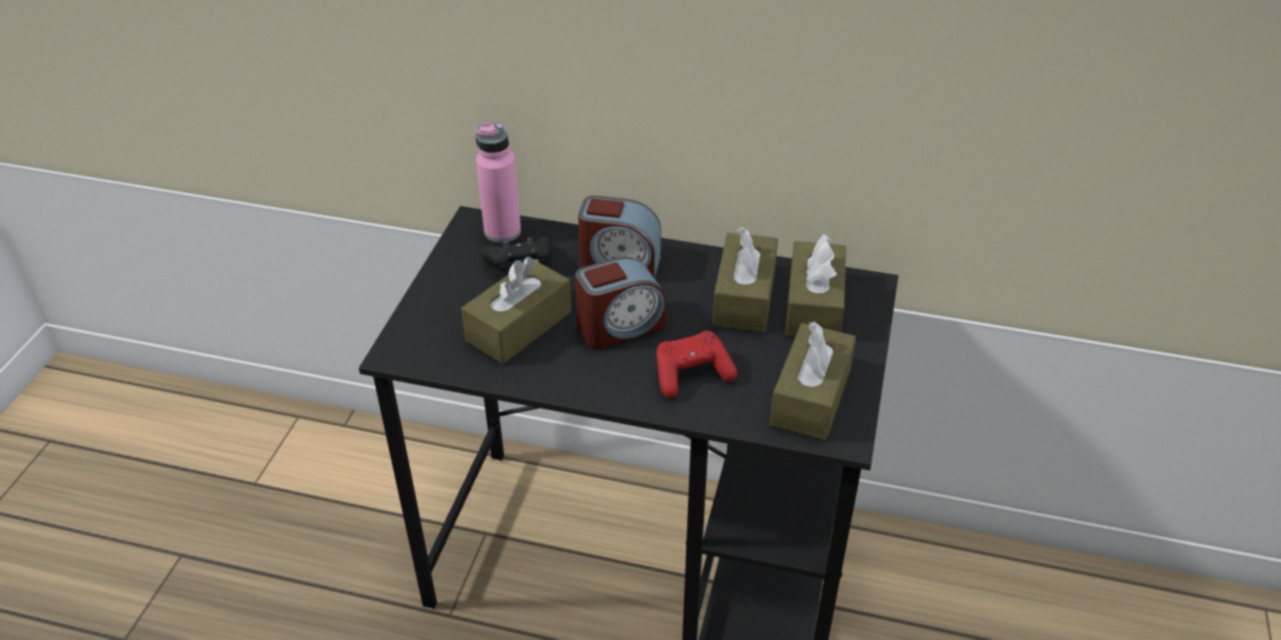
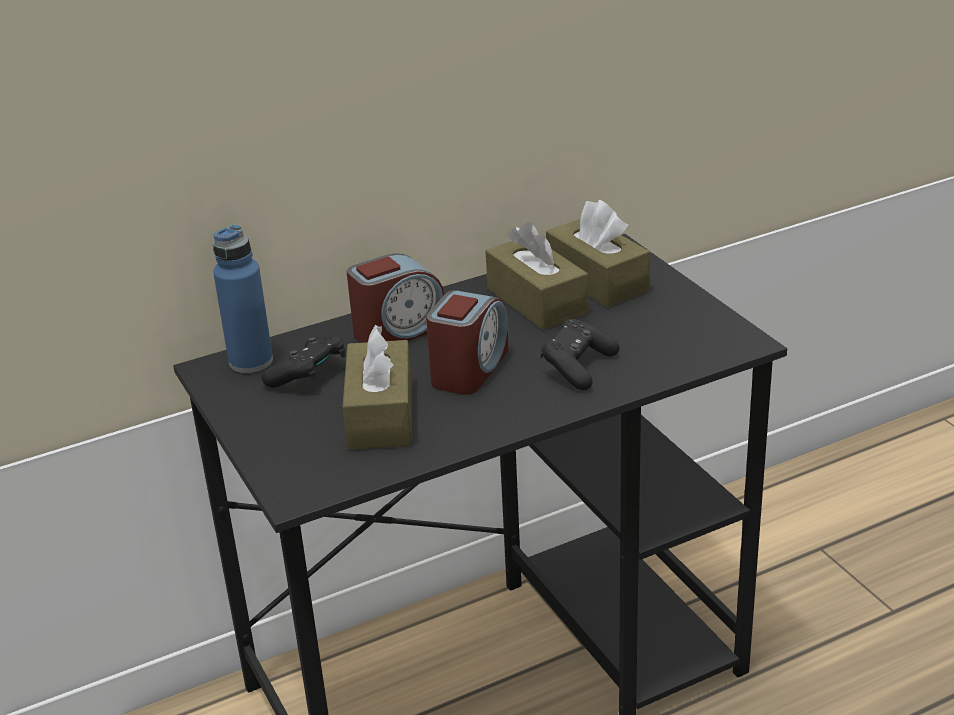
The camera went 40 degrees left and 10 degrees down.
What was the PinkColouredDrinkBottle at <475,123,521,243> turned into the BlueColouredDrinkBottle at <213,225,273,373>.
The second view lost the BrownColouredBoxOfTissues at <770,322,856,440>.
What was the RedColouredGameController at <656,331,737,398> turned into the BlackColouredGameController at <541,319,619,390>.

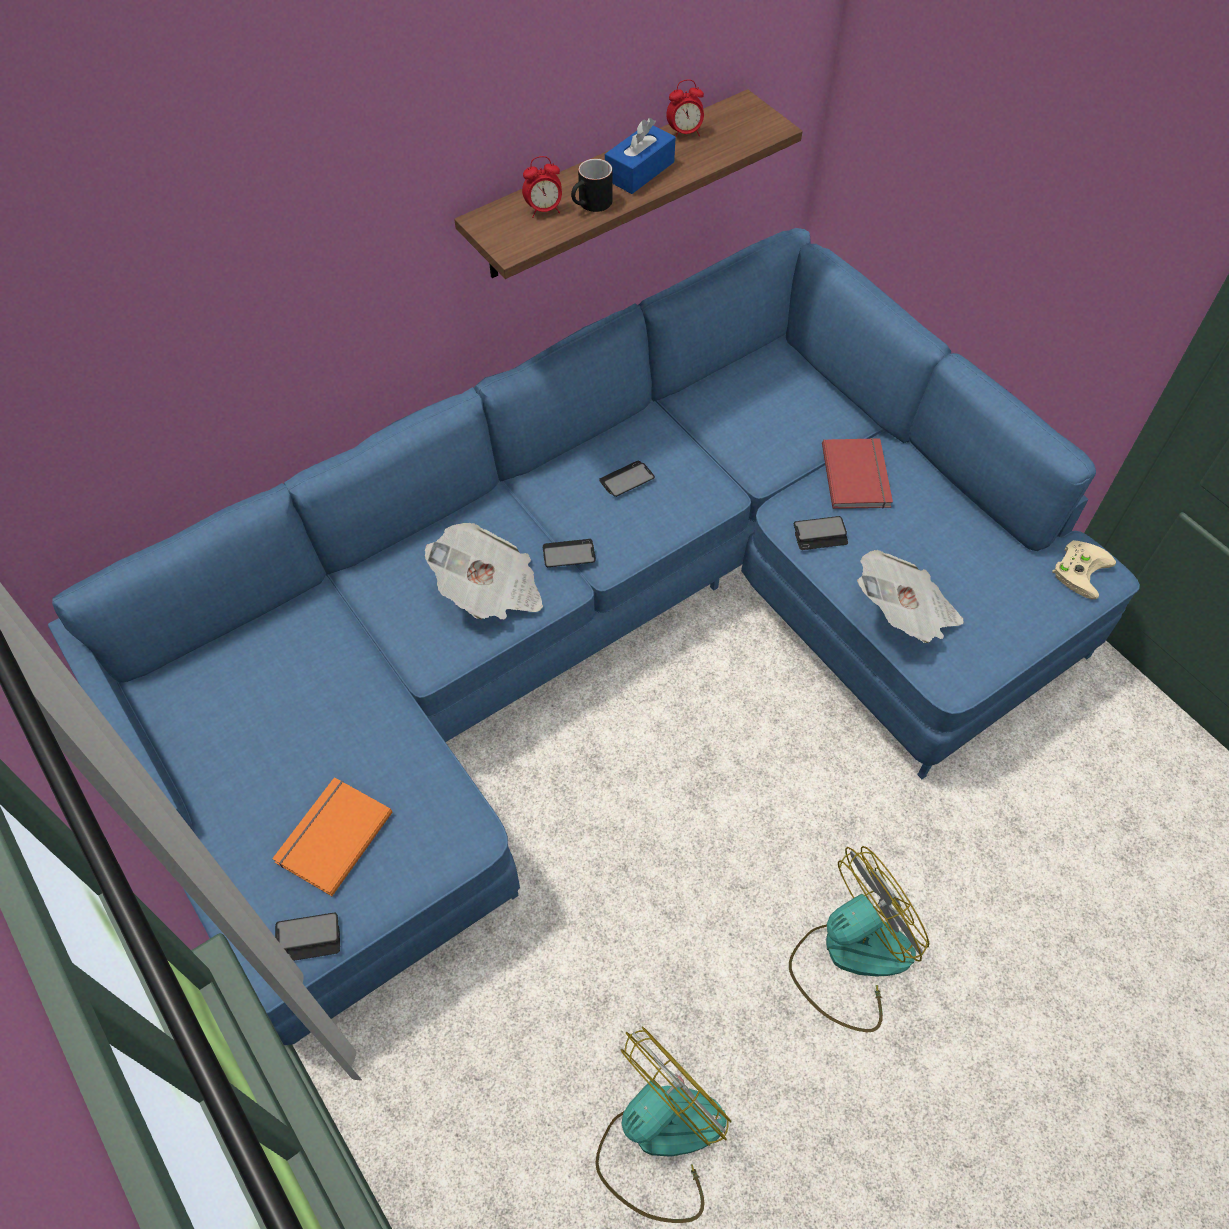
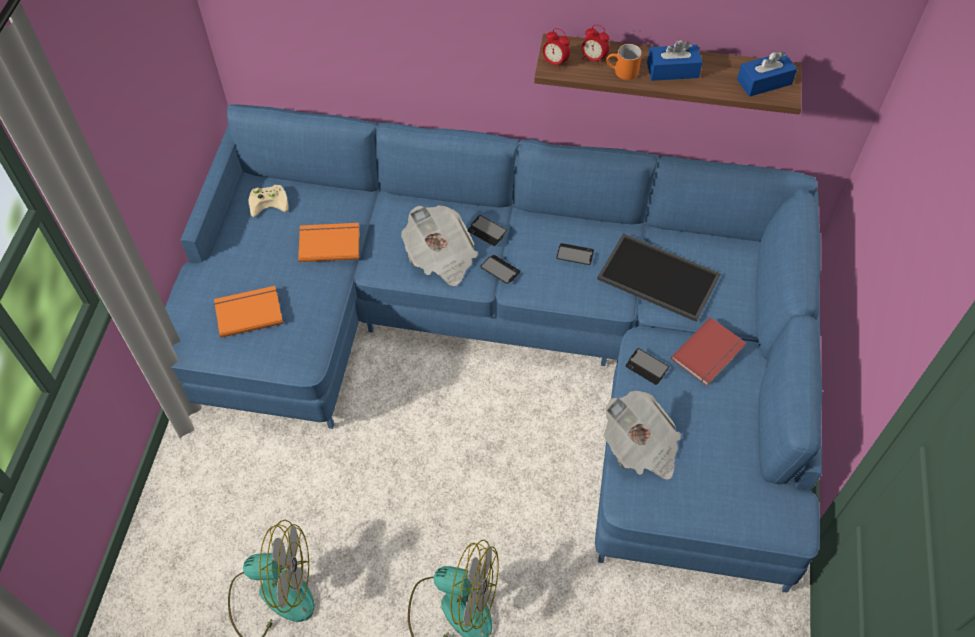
The camera went 45 degrees right and 0 degrees up.
The TableClock ended up elsewhere, having gone from <666,80,704,139> to <543,28,570,68>.
What was the BlackColouredMug at <571,159,612,212> turned into the OrangeyMug at <606,44,642,80>.
The BeigeColouredGameController ended up elsewhere, having gone from <1052,540,1116,599> to <249,185,289,217>.
The Telephone ended up elsewhere, having gone from <275,912,340,961> to <468,215,507,246>.
The second view gained the BlueColouredBoxOfTissues at <737,51,797,97>.
The second view gained the OrangeyBoundBook at <298,223,360,262>.
The second view gained the CarryingTray at <597,233,721,322>.

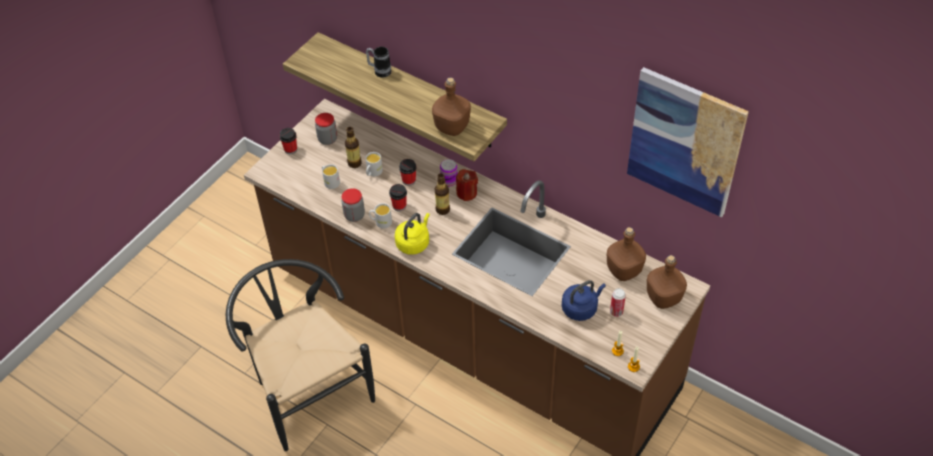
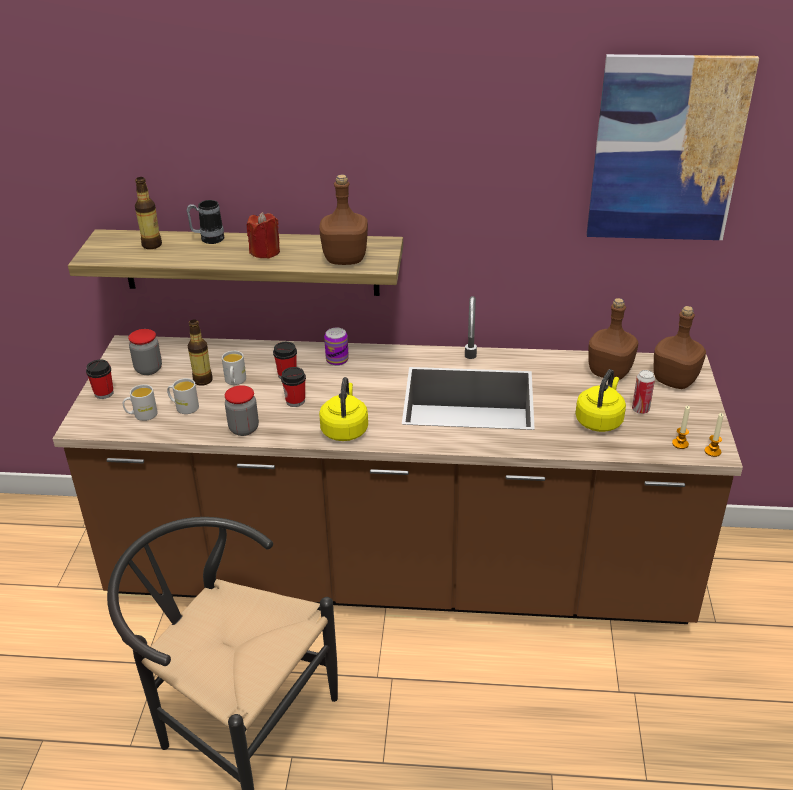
The camera went 30 degrees left and 15 degrees down.
The RedColouredWaxCandle ended up elsewhere, having gone from <456,169,478,201> to <247,212,280,259>.
The DrinkBottle ended up elsewhere, having gone from <435,173,450,215> to <135,177,162,249>.
The WhiteColouredMug ended up elsewhere, having gone from <369,203,392,229> to <123,384,158,421>.
What was the BlueColouredTeaKettle at <562,280,606,321> turned into the YellowTeaKettle at <575,369,626,432>.

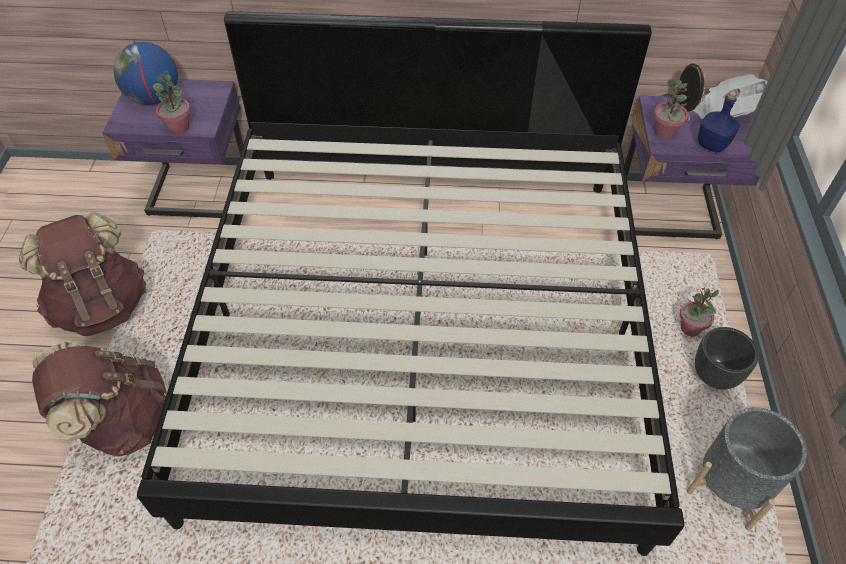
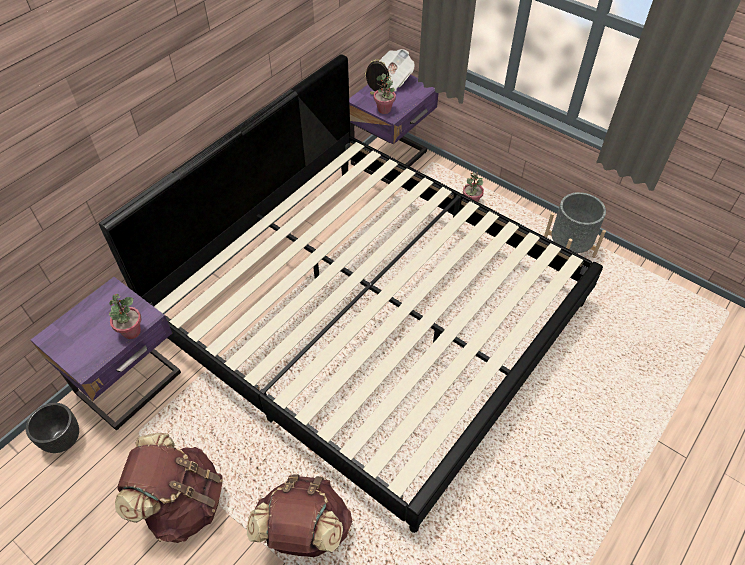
The camera went 55 degrees left and 0 degrees up.
The second view lost the WorldGlobe at <113,42,178,105>.
The second view lost the BlueColouredDrinkBottle at <698,92,740,152>.
The BlackColouredPlanter ended up elsewhere, having gone from <695,327,759,390> to <26,403,79,453>.

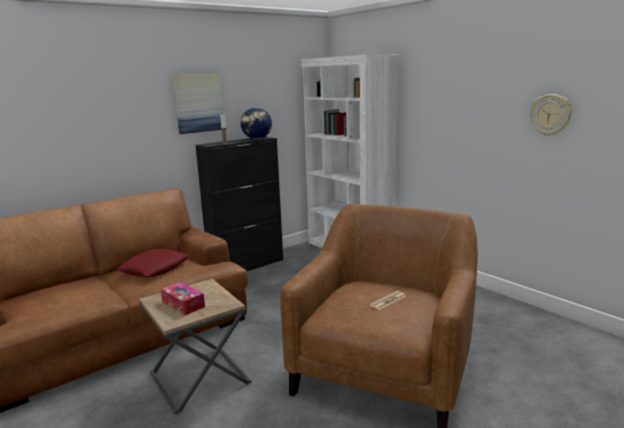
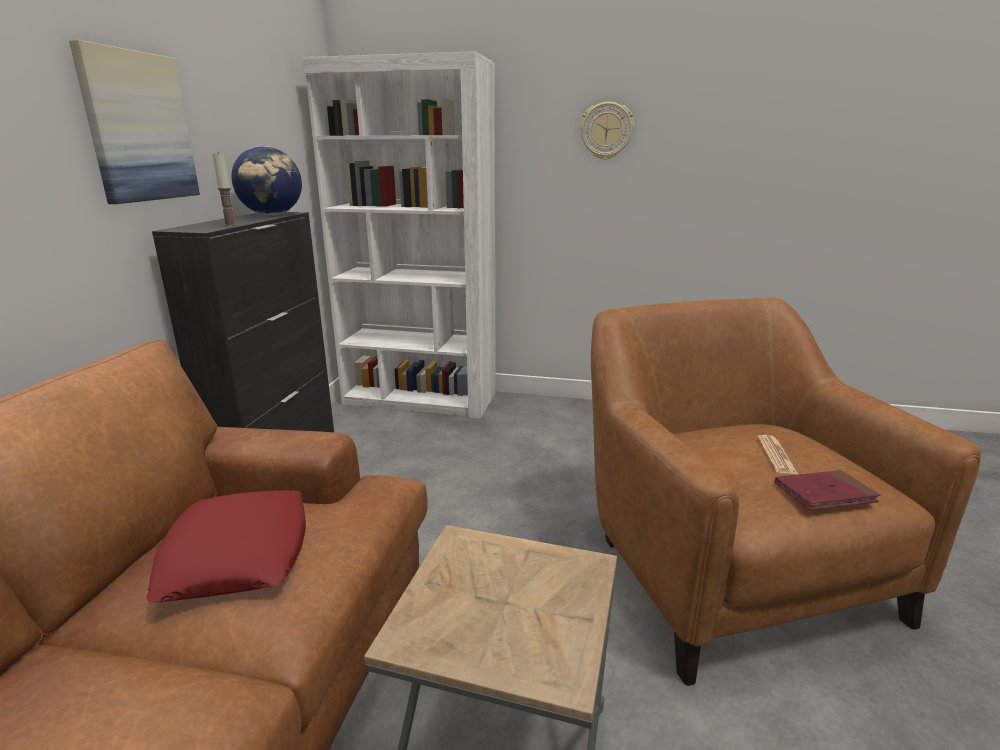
The camera went 40 degrees left and 5 degrees up.
The HangingClock ended up elsewhere, having gone from <530,94,572,136> to <580,102,634,160>.
The second view lost the BoxOfTissues at <161,282,205,315>.
The second view gained the RedColouredBoundBook at <775,470,881,510>.

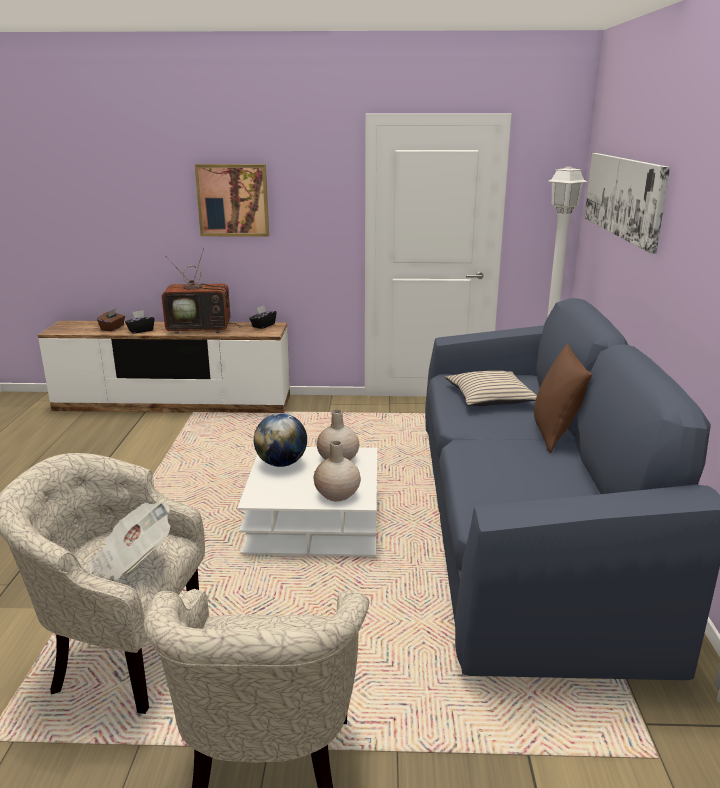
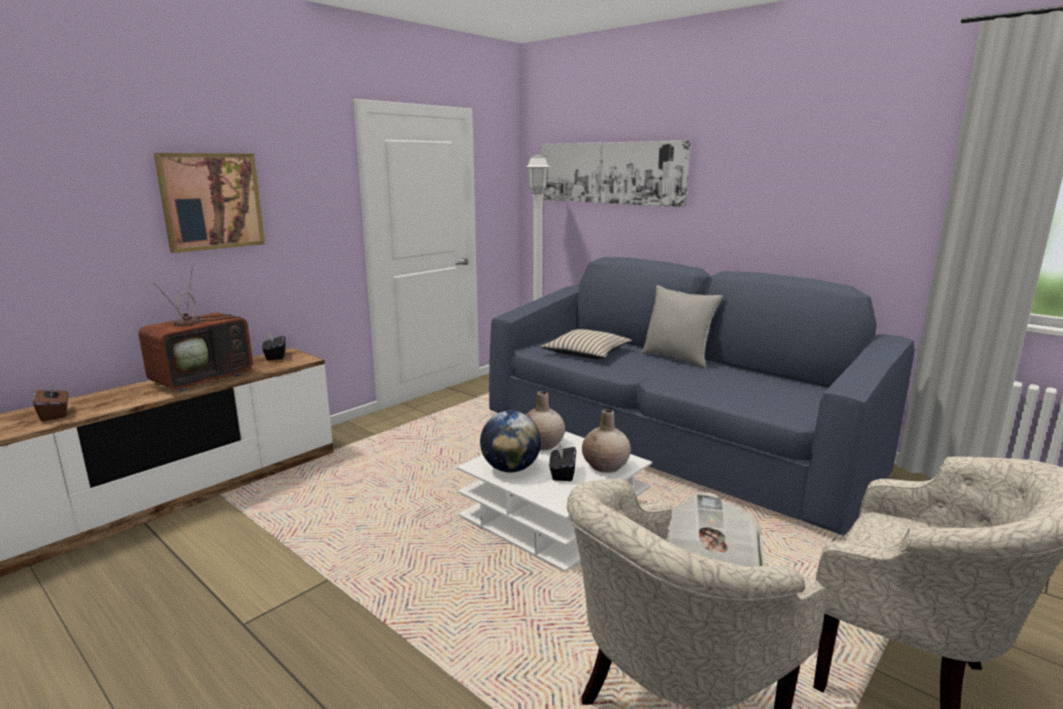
The camera went 50 degrees left and 5 degrees down.
The BlackColouredBoxOfTissues ended up elsewhere, having gone from <125,310,155,334> to <549,443,576,481>.
What was the BrownColouredCushion at <534,343,592,453> turned into the GreyishCushion at <642,285,723,368>.

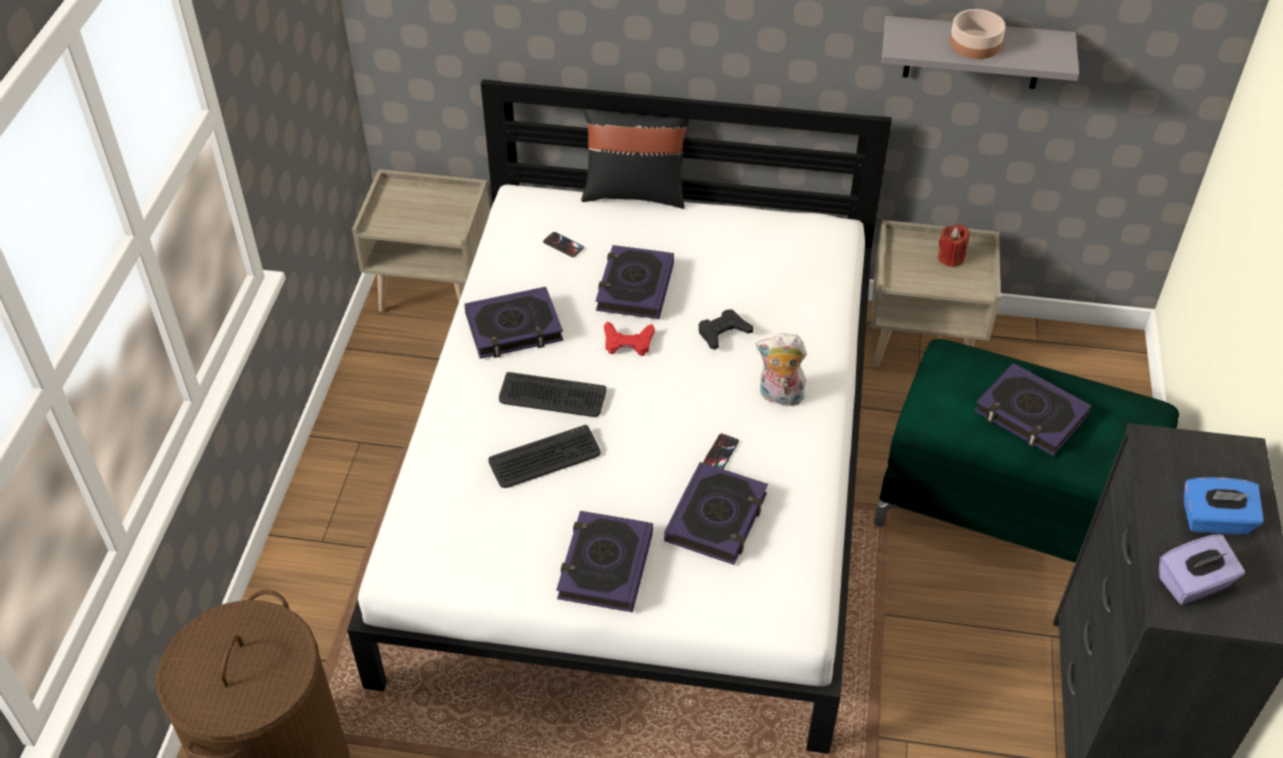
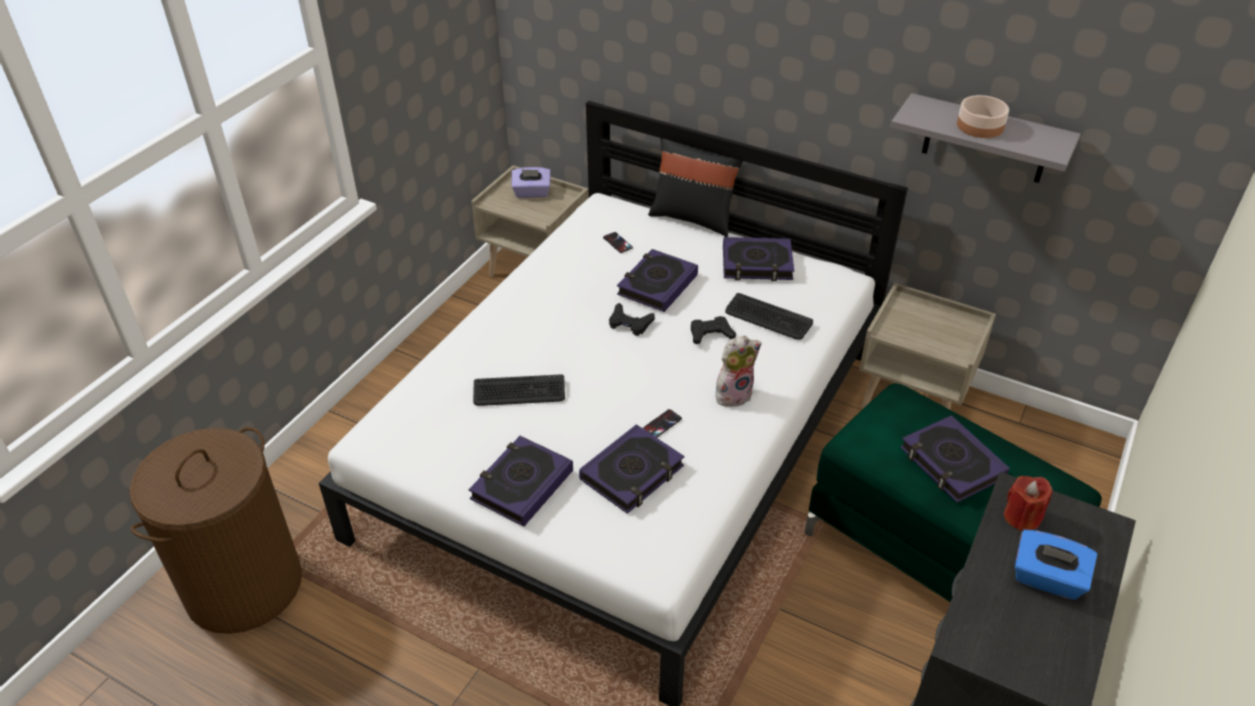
The camera went 20 degrees right and 5 degrees down.
The RedColouredWaxCandle ended up elsewhere, having gone from <938,224,969,267> to <1004,476,1053,531>.
The BoundBook ended up elsewhere, having gone from <464,287,563,359> to <723,237,794,281>.
What was the RedColouredGameController at <604,321,655,356> turned into the BlackColouredGameController at <609,303,655,336>.
The PlushToy at <756,333,807,406> ended up facing another way, 120 degrees clockwise from before.
The Keyboard ended up elsewhere, having gone from <499,372,606,417> to <725,293,813,340>.
The PurplishBoxOfTissues ended up elsewhere, having gone from <1159,534,1245,605> to <512,167,551,198>.

